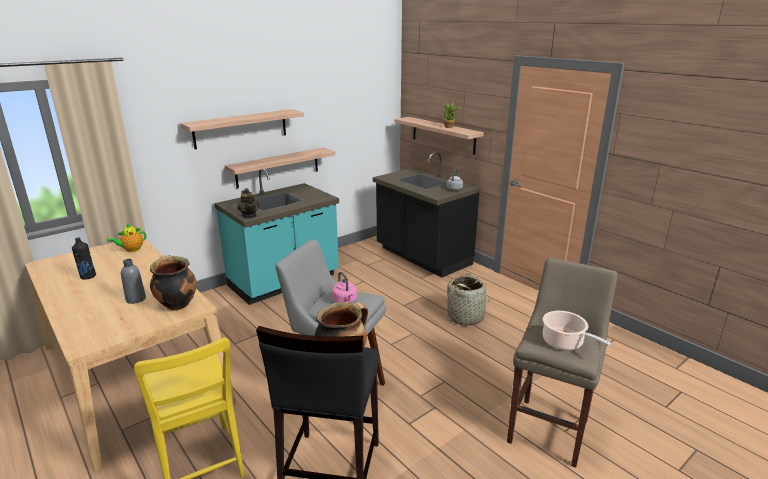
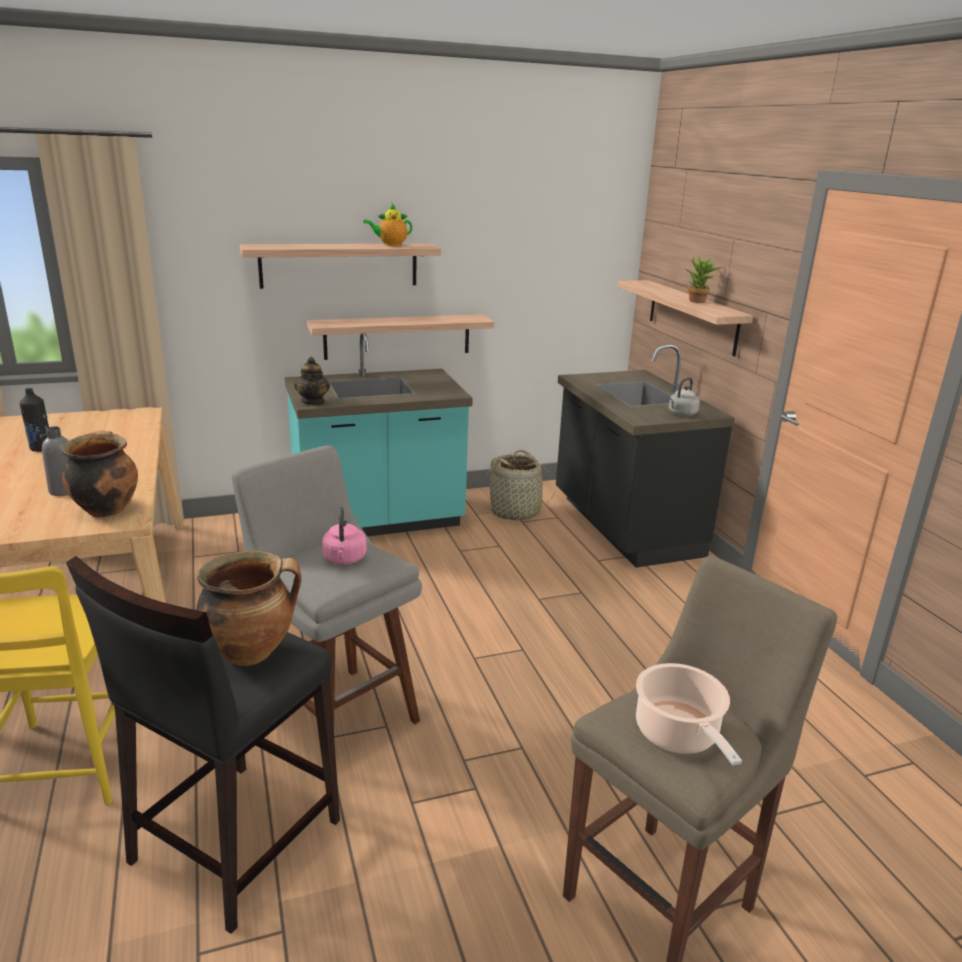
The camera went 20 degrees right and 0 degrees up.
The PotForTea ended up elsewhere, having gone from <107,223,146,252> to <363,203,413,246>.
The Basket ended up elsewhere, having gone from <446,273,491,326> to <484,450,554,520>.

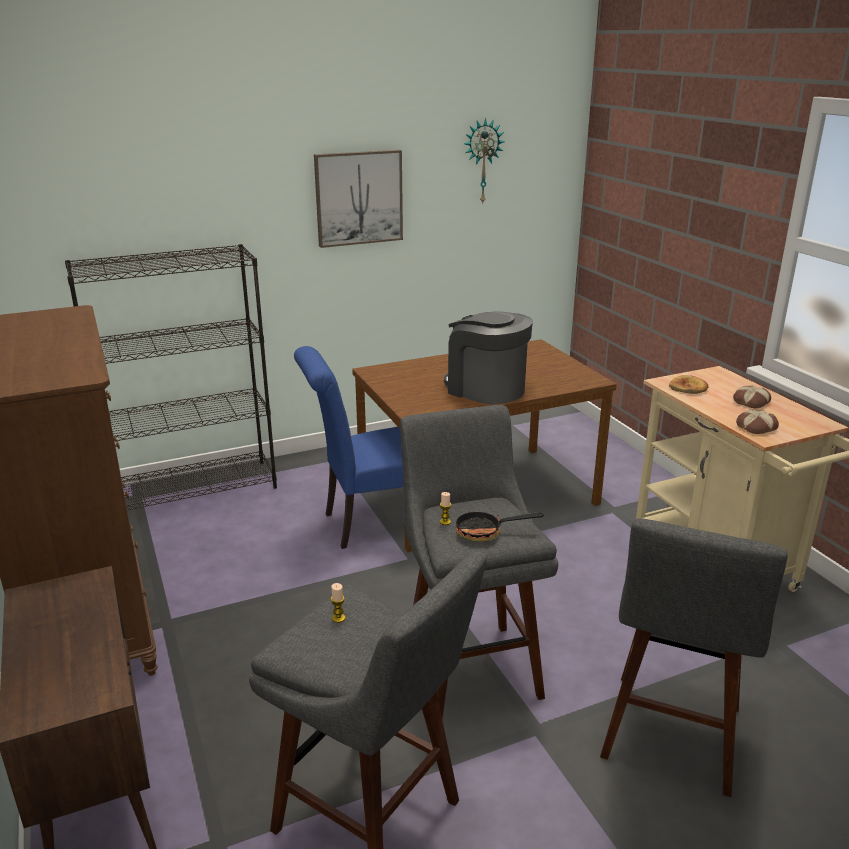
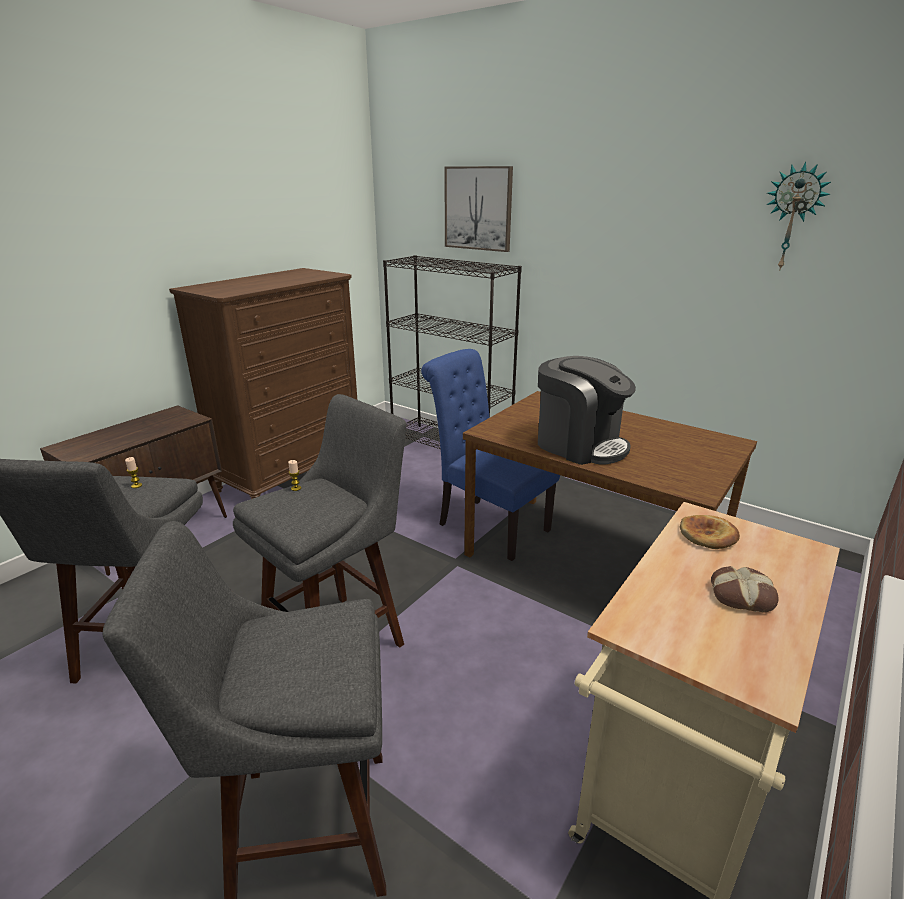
The camera went 60 degrees right and 0 degrees up.
The Picture ended up elsewhere, having gone from <314,150,403,248> to <444,166,513,252>.
The CoffeeBrewer at <444,311,533,405> ended up facing another way, 120 degrees clockwise from before.
The second view lost the BakeryBread at <736,410,779,434>.
The second view lost the FryingPan at <456,508,544,542>.

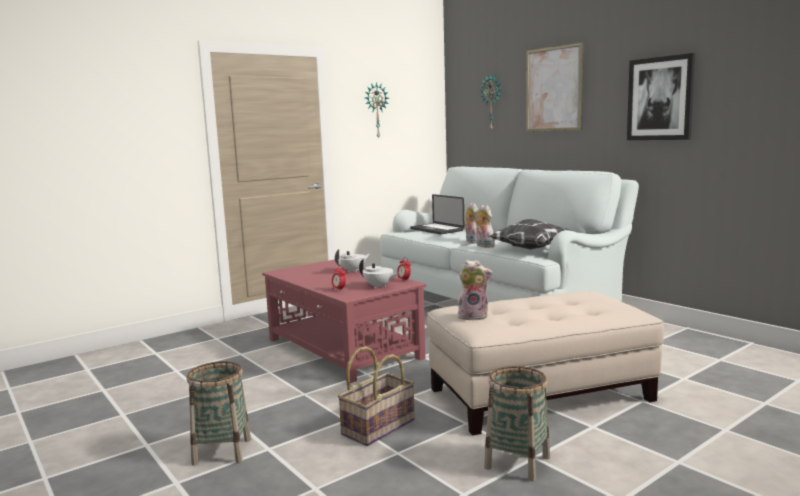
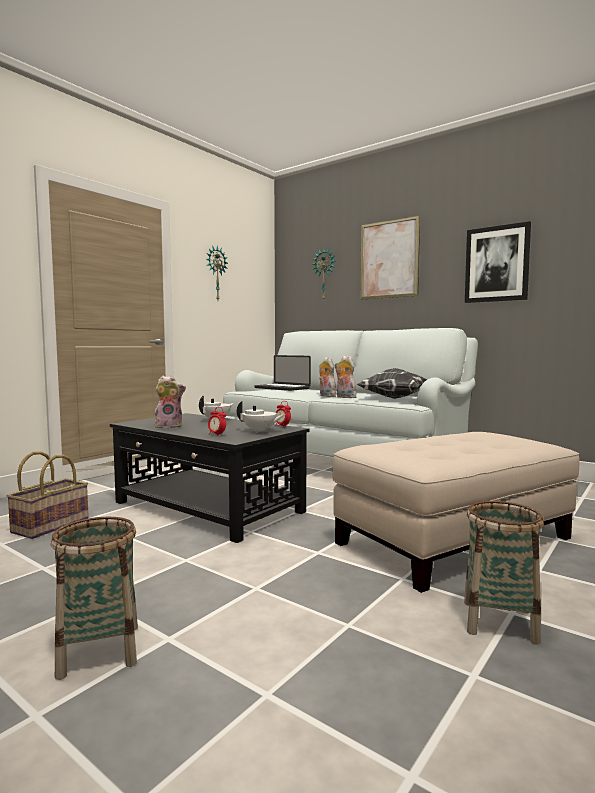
The camera went 15 degrees left and 5 degrees down.
What was the RedColouredLoungeTable at <262,260,426,383> turned into the BlackColouredLoungeTable at <110,413,309,543>.
The PlushToy ended up elsewhere, having gone from <458,260,493,321> to <155,376,186,428>.
The Basket ended up elsewhere, having gone from <338,346,415,446> to <6,451,89,539>.

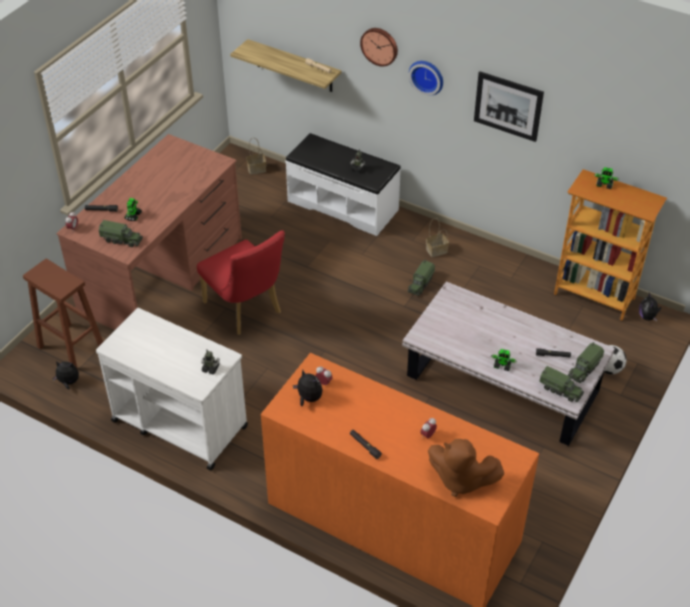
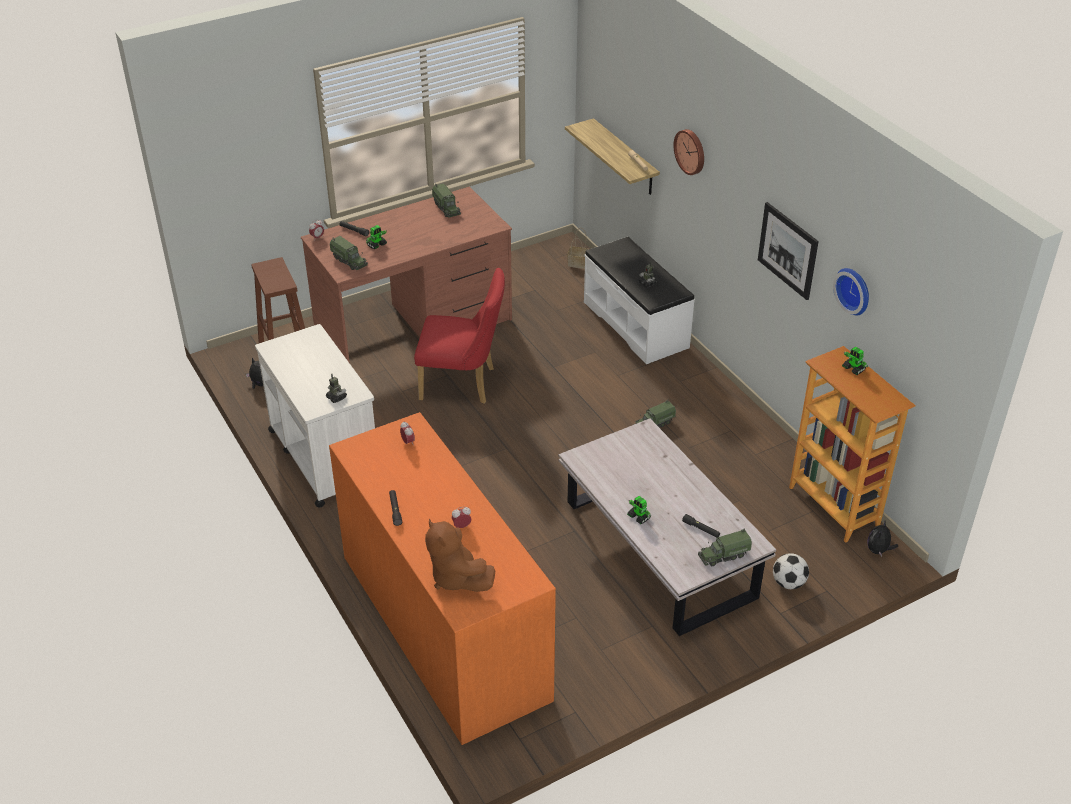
The camera went 30 degrees right and 5 degrees down.
The HangingClock ended up elsewhere, having gone from <409,61,443,95> to <833,268,869,315>.
The second view lost the Basket at <426,218,449,257>.
The RedColouredUprightChair at <197,230,285,335> ended up facing another way, 75 degrees counterclockwise from before.
The ToyTruck ended up elsewhere, having gone from <539,366,584,402> to <432,183,461,217>.
The second view lost the PlushToy at <293,370,322,406>.

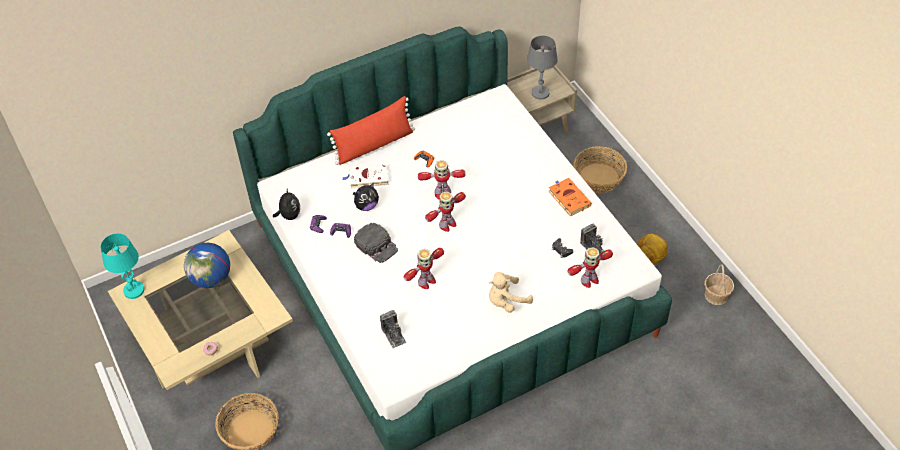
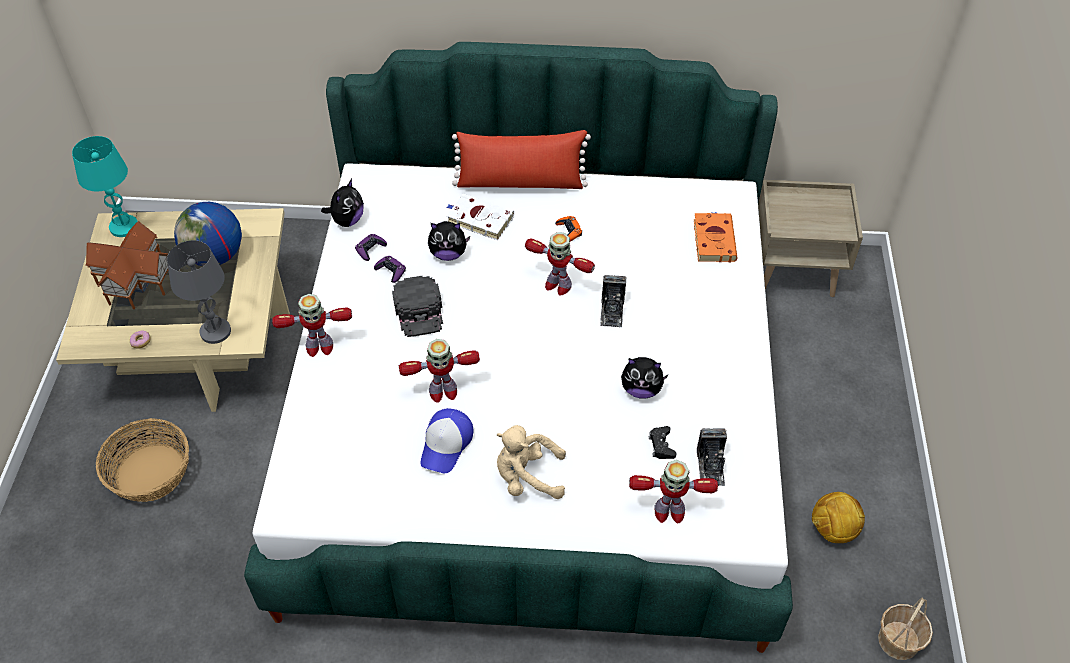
The camera went 30 degrees right and 0 degrees up.
The GreyishTableLamp ended up elsewhere, having gone from <527,36,558,100> to <167,240,231,344>.
The second view lost the Basket at <573,146,627,193>.
The OrangeyBoundBook ended up elsewhere, having gone from <548,178,592,217> to <694,212,737,262>.
The ModelRobot ended up elsewhere, having gone from <425,191,466,232> to <272,294,352,357>.
The StillCamera ended up elsewhere, having gone from <380,310,406,348> to <600,275,627,327>.
The second view gained the ToyHouse at <85,221,168,309>.
The second view gained the PlushToy at <621,357,668,399>.
The second view gained the Cap at <421,408,473,473>.

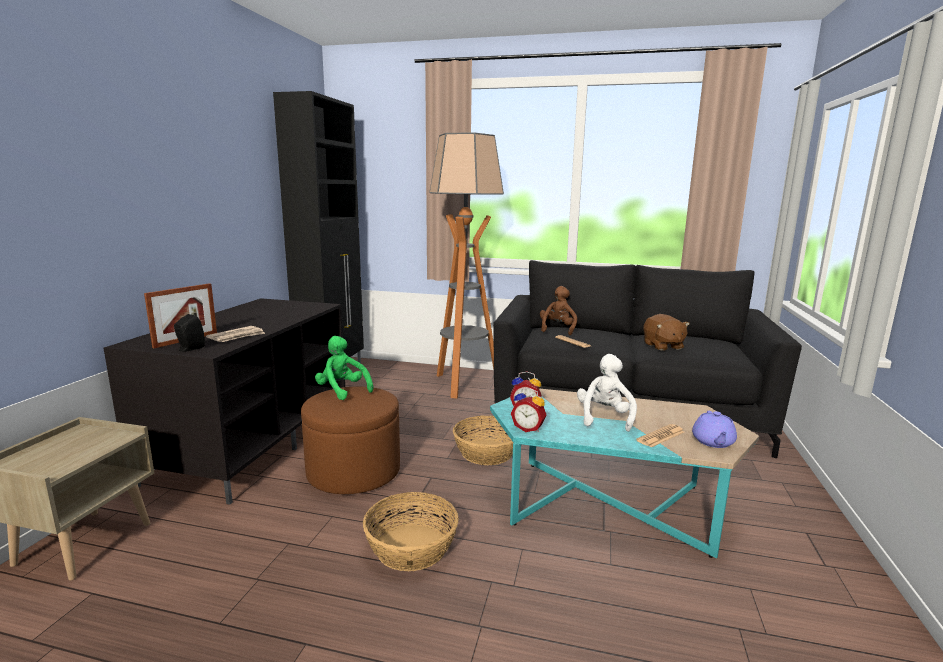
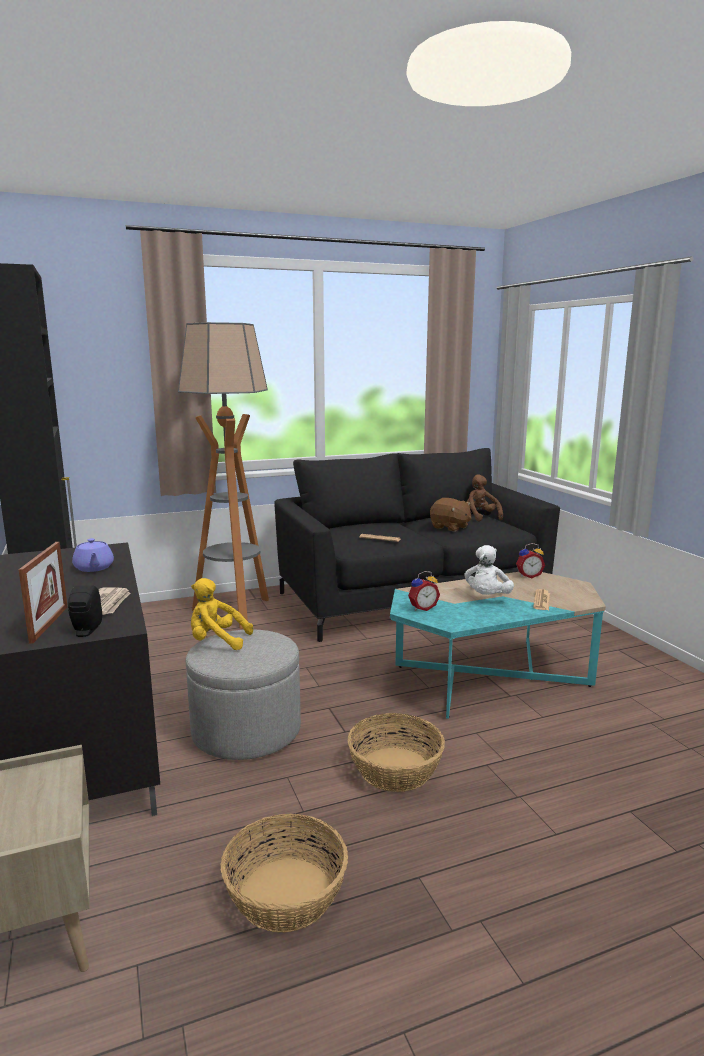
The camera went 35 degrees left and 0 degrees up.
The BrownColouredPlushToy ended up elsewhere, having gone from <540,286,577,335> to <464,474,503,522>.
What was the GreenColouredPlushToy at <315,336,373,400> turned into the YellowPlushToy at <191,578,253,650>.
The WhiteColouredPlushToy at <577,354,637,432> ended up facing another way, 135 degrees counterclockwise from before.
What was the BrownColouredPouffe at <301,386,400,494> turned into the GreyishPouffe at <186,630,301,760>.
The TableClock ended up elsewhere, having gone from <511,388,547,432> to <516,543,545,579>.
The PurplishPotForTea ended up elsewhere, having gone from <692,411,737,448> to <72,538,114,572>.
The Basket ended up elsewhere, having gone from <453,415,513,465> to <220,814,348,933>.

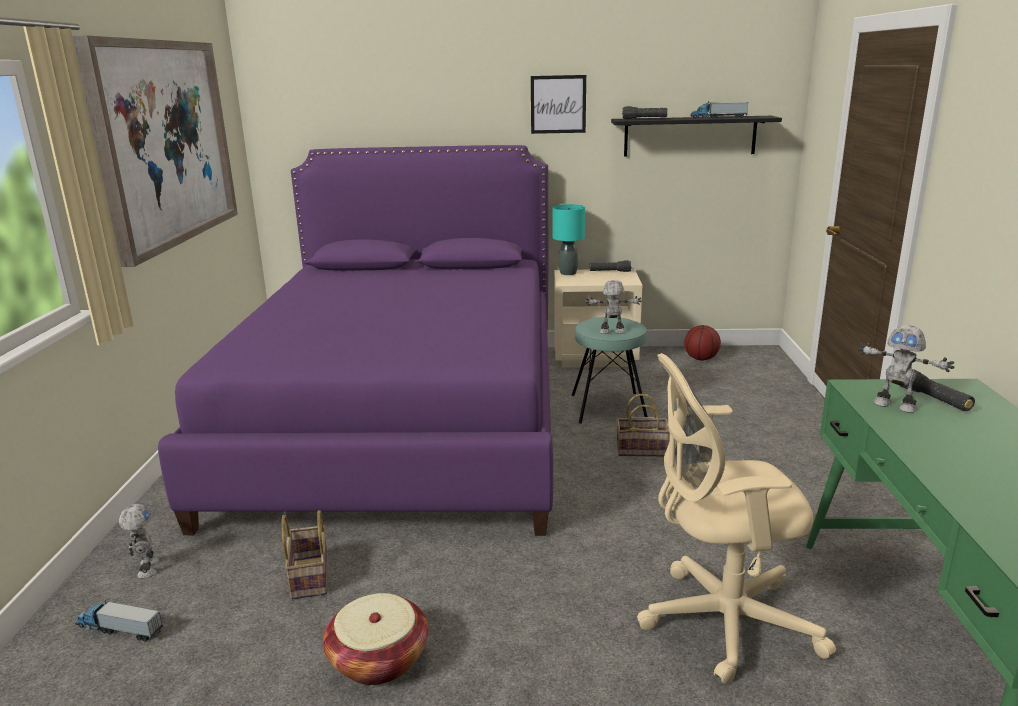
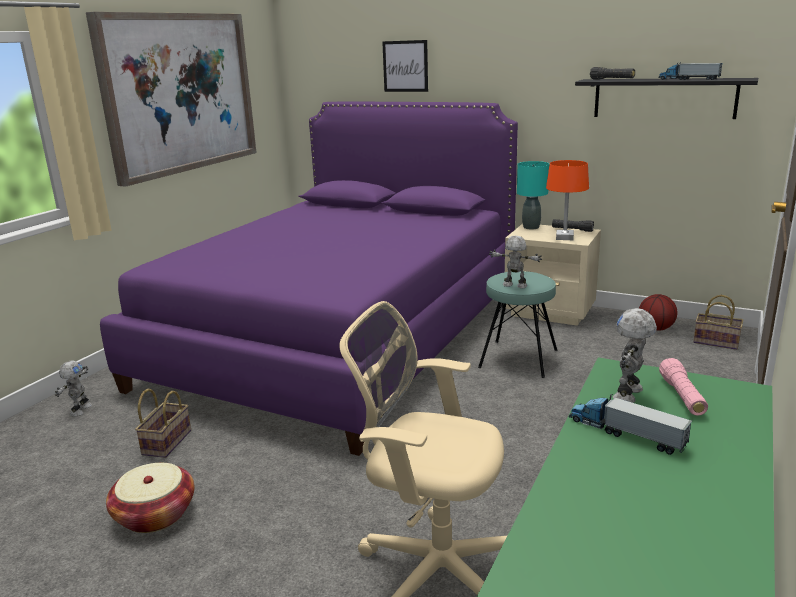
The camera went 25 degrees right and 0 degrees up.
The Picture ended up elsewhere, having gone from <531,75,586,134> to <382,40,428,92>.
The ModelRobot at <858,325,954,413> ended up facing another way, 60 degrees clockwise from before.
What was the BlackColouredHandTorch at <899,369,975,411> turned into the PinkColouredHandTorch at <659,358,708,416>.
The Basket ended up elsewhere, having gone from <617,394,669,457> to <693,295,743,350>.
The ToyTruck ended up elsewhere, having gone from <75,600,163,642> to <569,394,692,455>.
The second view gained the OrangeyTableLamp at <546,160,589,240>.

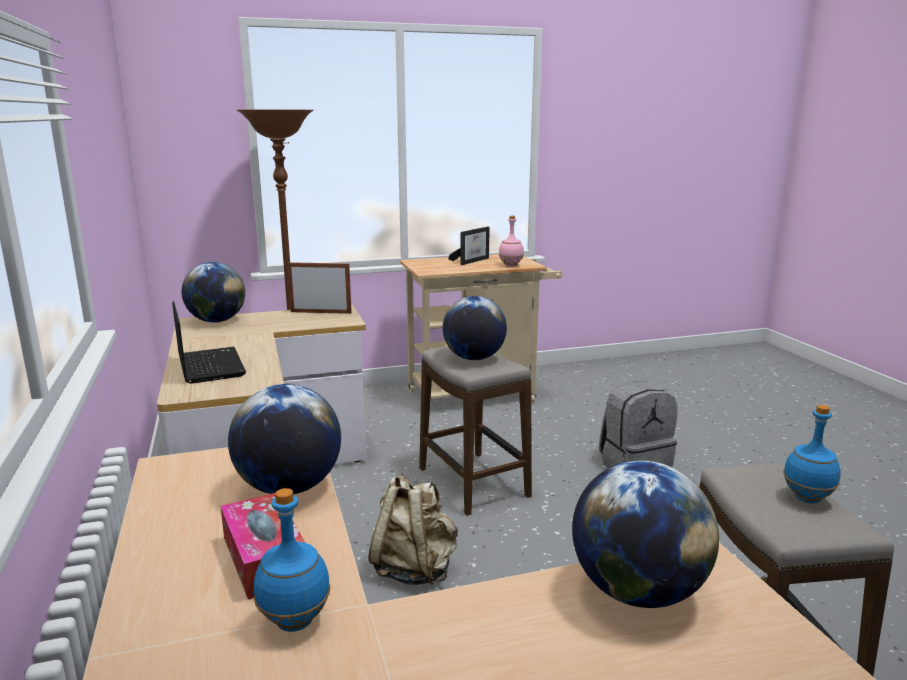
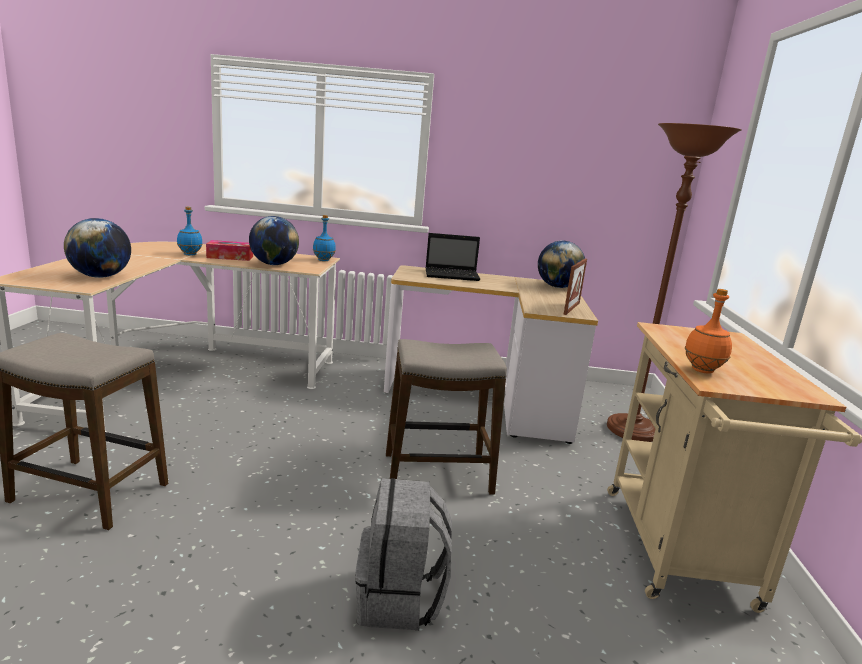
The camera went 110 degrees right and 0 degrees up.
What was the PinkColouredDrinkBottle at <499,216,524,267> turned into the OrangeyDrinkBottle at <685,289,732,373>.
The second view lost the PictureFrame at <448,227,490,265>.
The second view lost the WorldGlobe at <443,296,507,360>.
The BlueColouredDrinkBottle ended up elsewhere, having gone from <783,405,841,503> to <313,215,336,261>.
The second view lost the BeigeColouredKnapsack at <369,474,458,585>.

